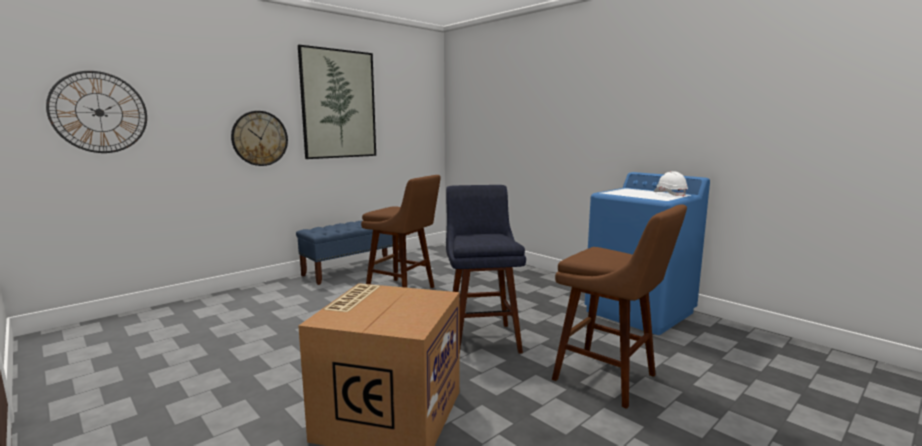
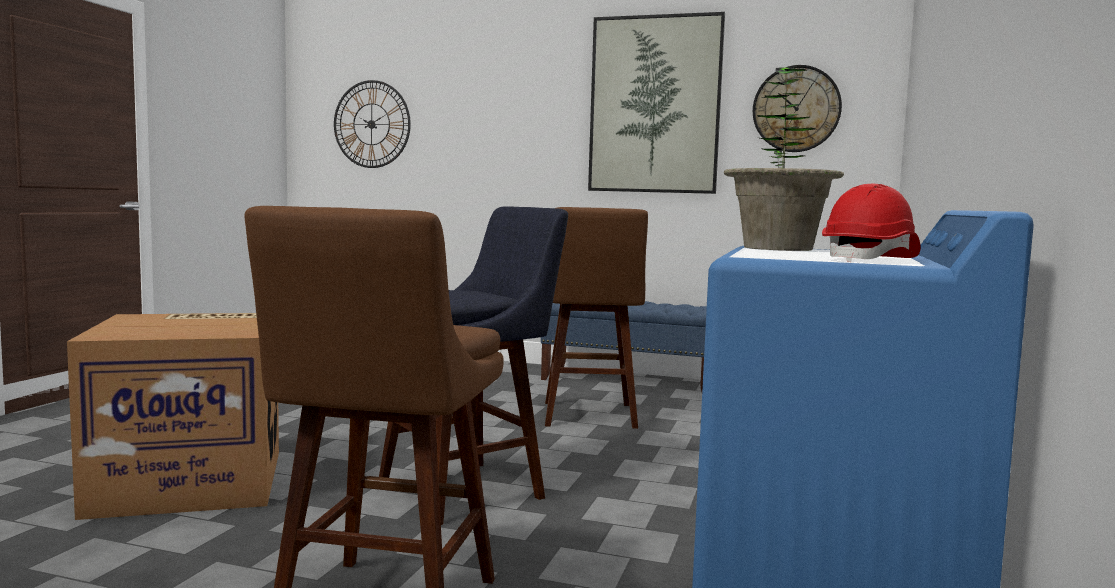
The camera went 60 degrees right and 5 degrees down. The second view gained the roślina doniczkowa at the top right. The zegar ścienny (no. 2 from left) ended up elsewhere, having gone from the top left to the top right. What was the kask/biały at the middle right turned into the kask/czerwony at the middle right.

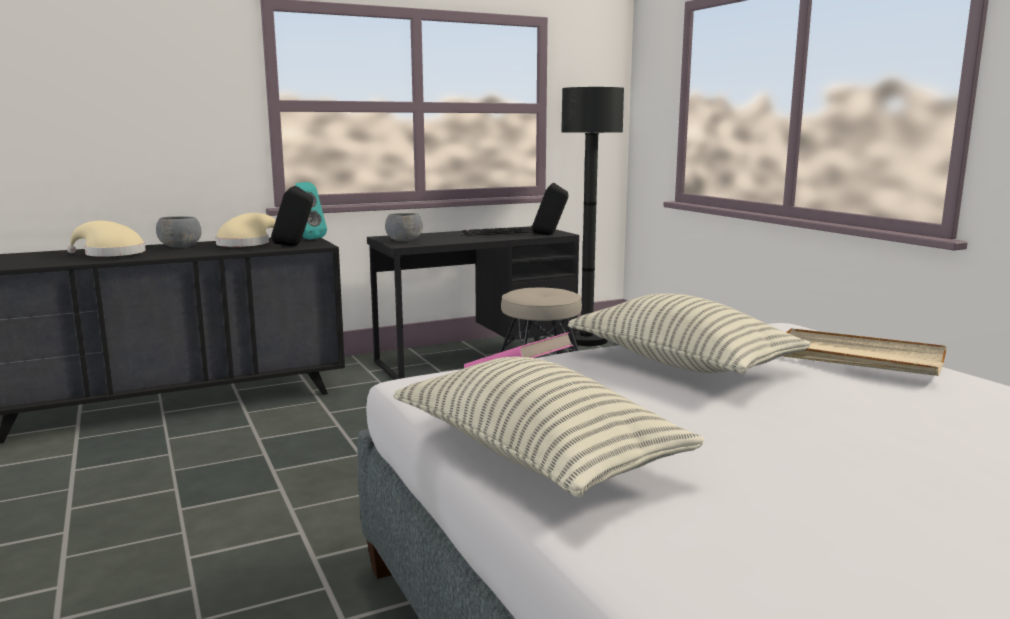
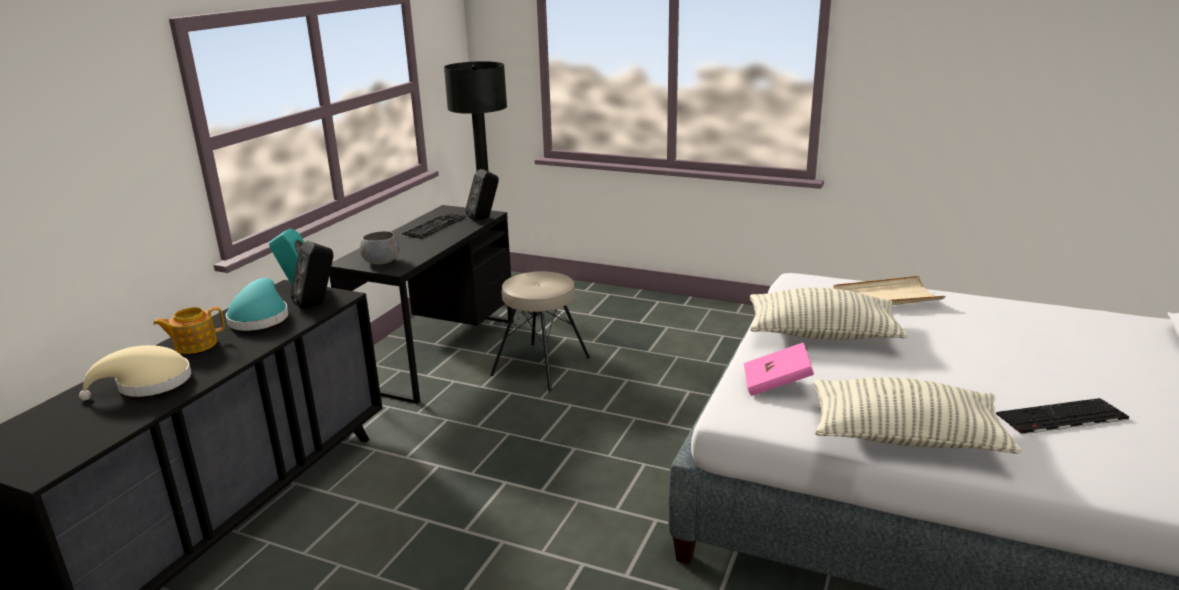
The camera went 40 degrees left and 10 degrees up. The second view gained the klawiatura (no. 2 from left) at the bottom right. Where the miska/szary (no. 1 from left) stood at the middle left, the imbryk came to stand at the middle left. What was the kapelusz/beżowy (no. 2 from left) at the middle left turned into the kapelusz/turkusowy at the middle left.

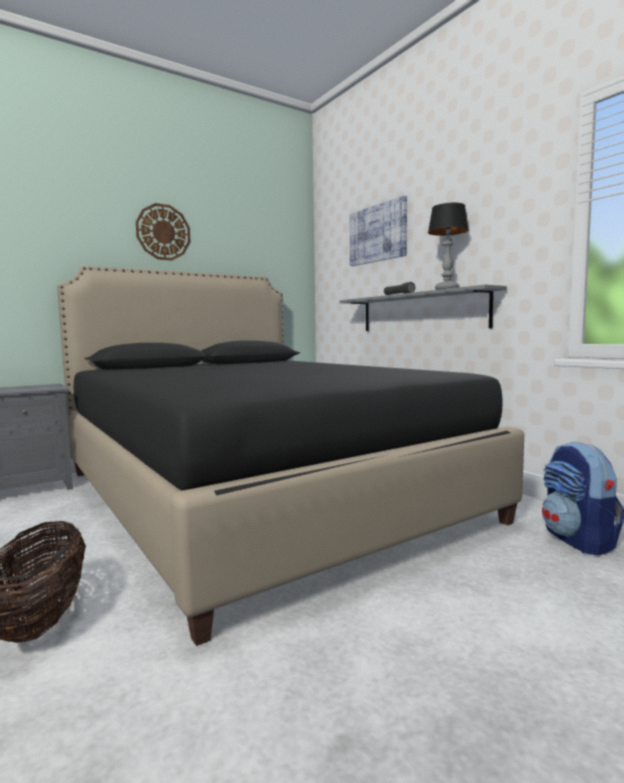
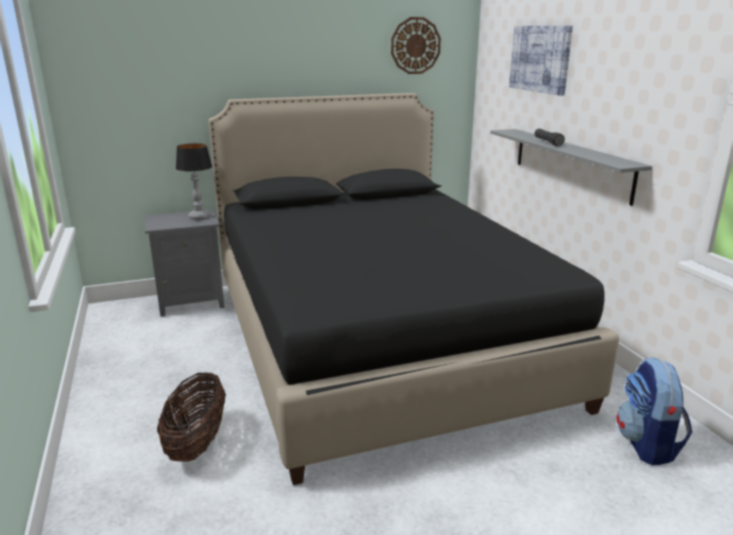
The camera went 15 degrees right and 15 degrees up. The zegar ścienny ended up elsewhere, having gone from the top left to the top centre. The lampa stołowa ended up elsewhere, having gone from the top right to the middle left.

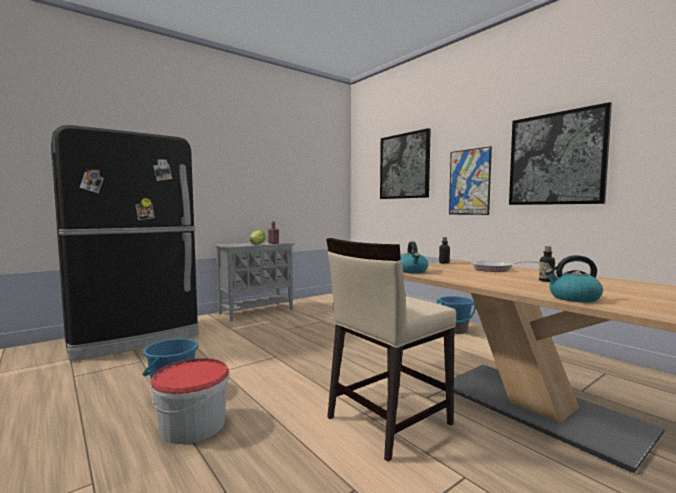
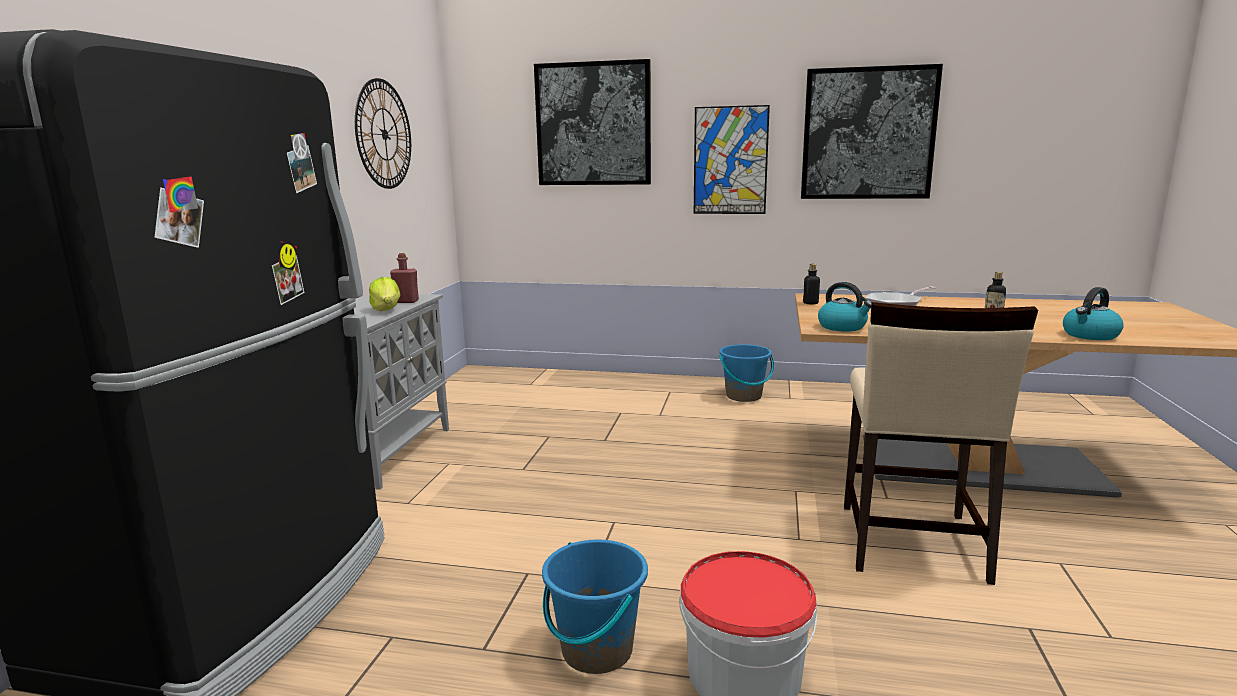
The camera went 40 degrees left and 10 degrees up. The second view gained the zegar ścienny at the top left.

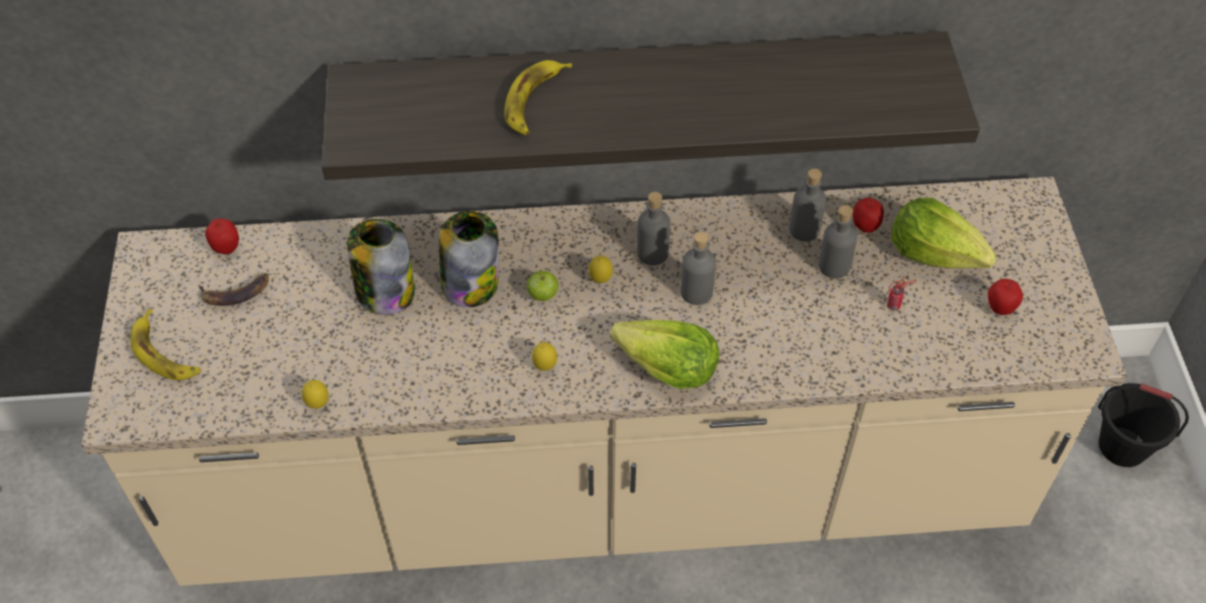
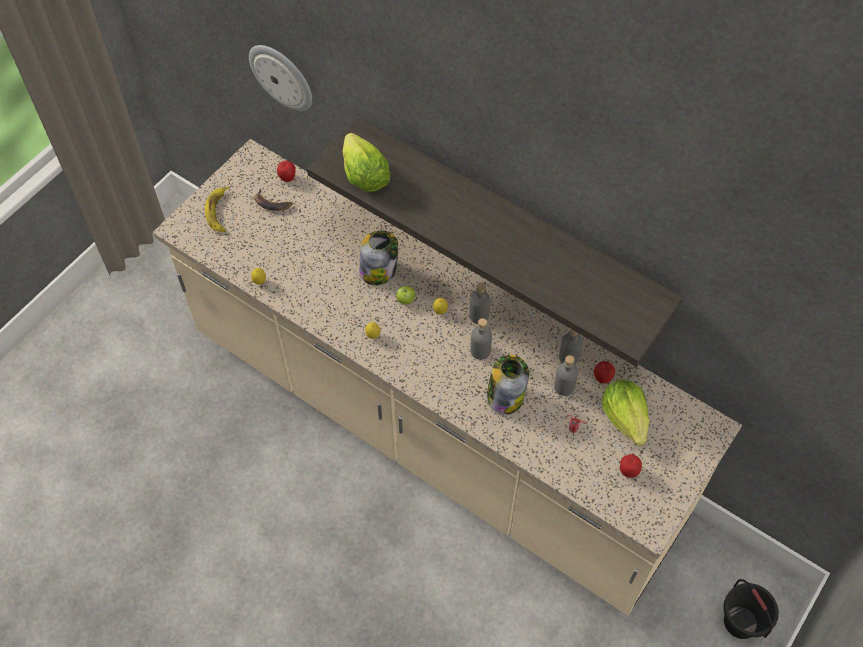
The camera went 40 degrees right and 5 degrees up. The second view lost the banan (no. 3 from left) at the top centre. The second view gained the zegar ścienny at the top left. The słoik (no. 1 from left in the first image) ended up elsewhere, having gone from the middle left to the centre. The sałata (no. 1 from left) ended up elsewhere, having gone from the centre to the top centre.

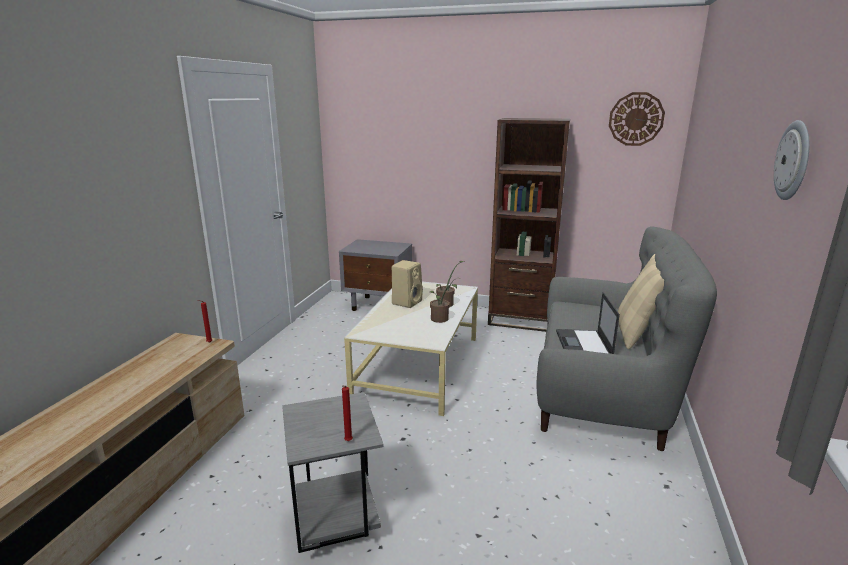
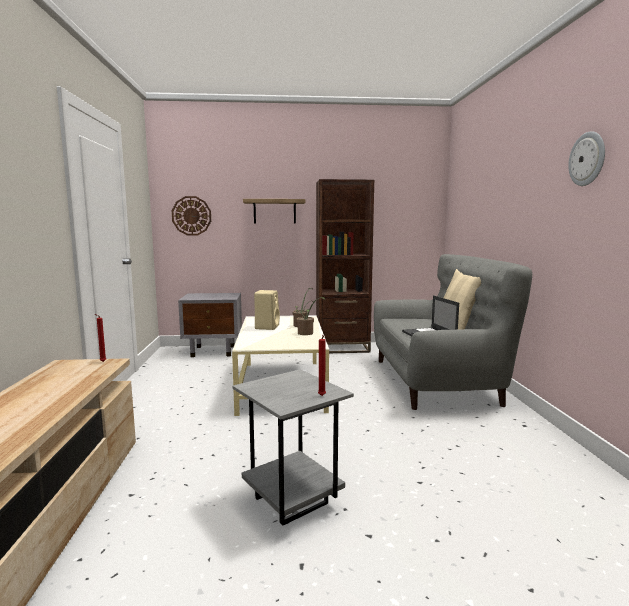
The camera went 20 degrees left and 10 degrees down. The second view gained the półka at the centre. The zegar ścienny (no. 1 from left) ended up elsewhere, having gone from the top right to the middle left.

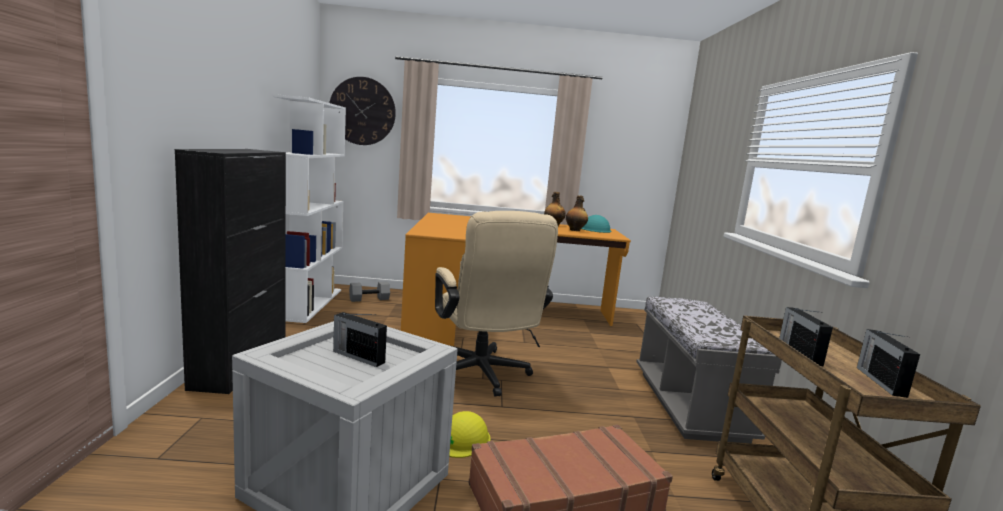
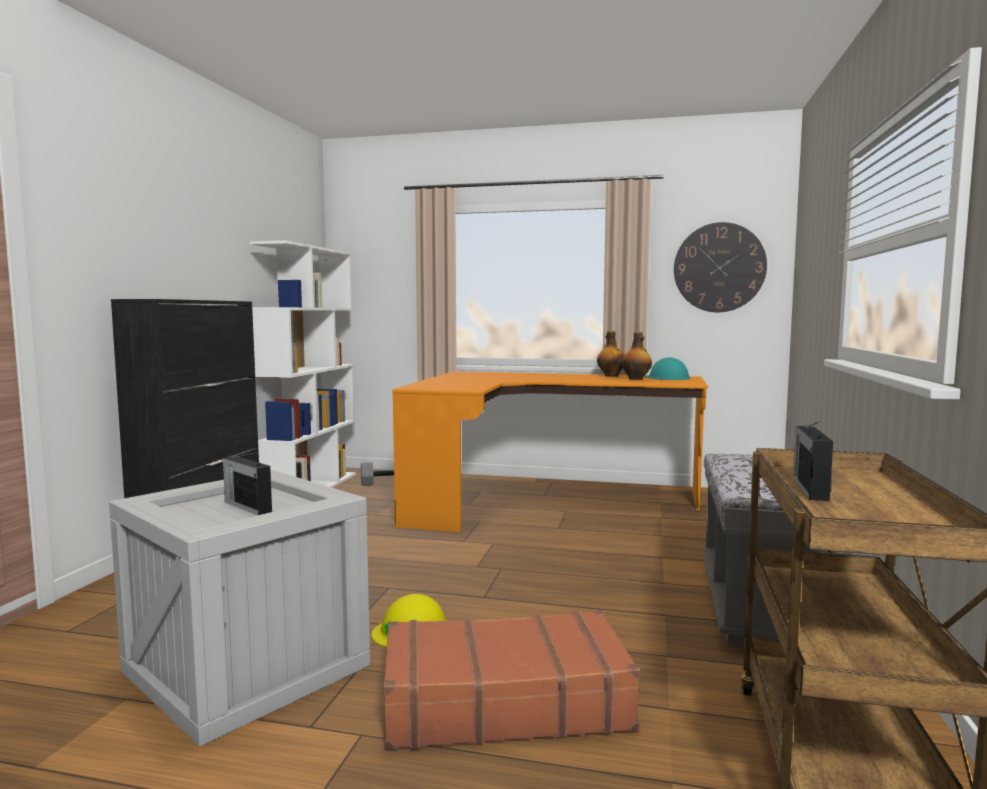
The camera went 15 degrees right and 5 degrees down. The second view lost the krzesło biurowe/beżowy at the centre. The second view lost the radio (no. 3 from left) at the bottom right. The zegar ścienny ended up elsewhere, having gone from the top centre to the middle right.

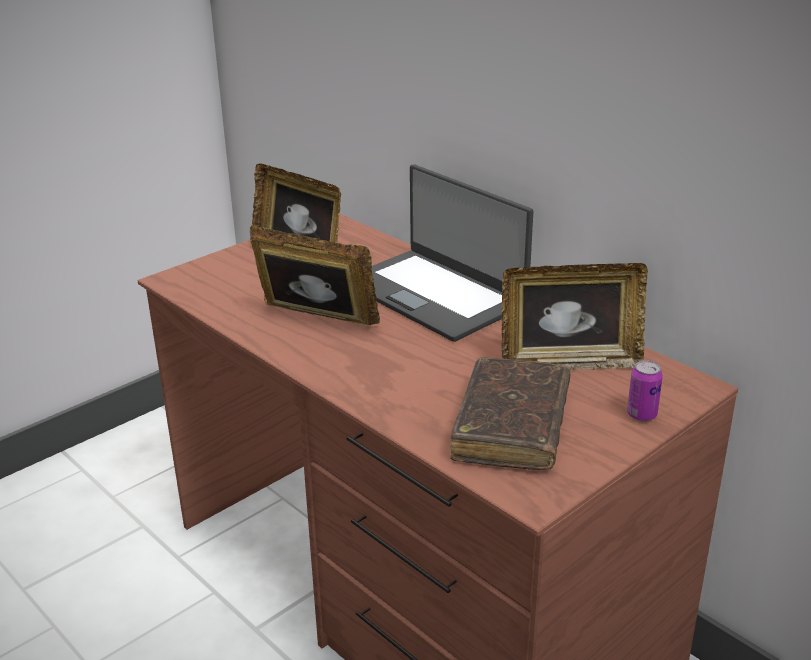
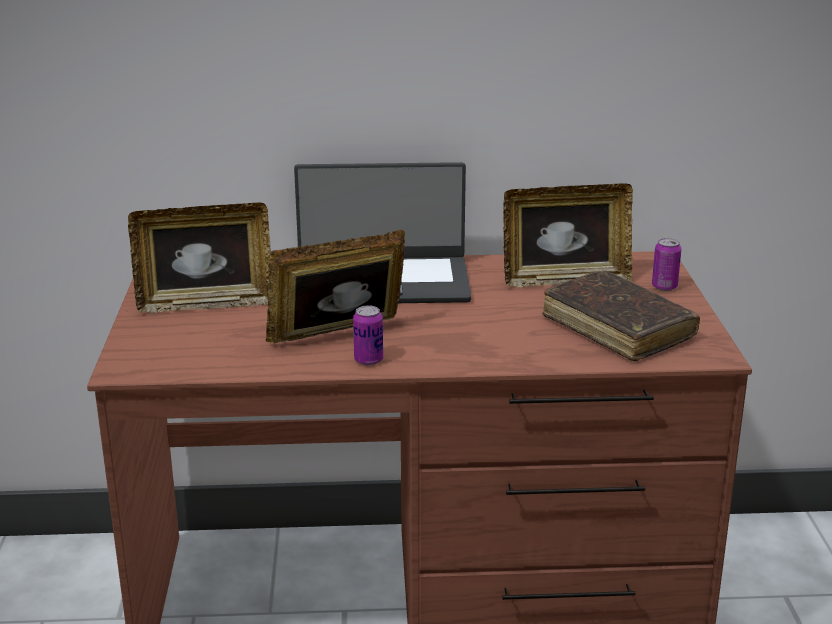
The camera went 50 degrees left and 5 degrees down. The second view gained the puszka (no. 1 from left) at the centre. The ramka na zdjęcie (no. 3 from left) at the middle right ended up facing another way, 45 degrees clockwise from before.

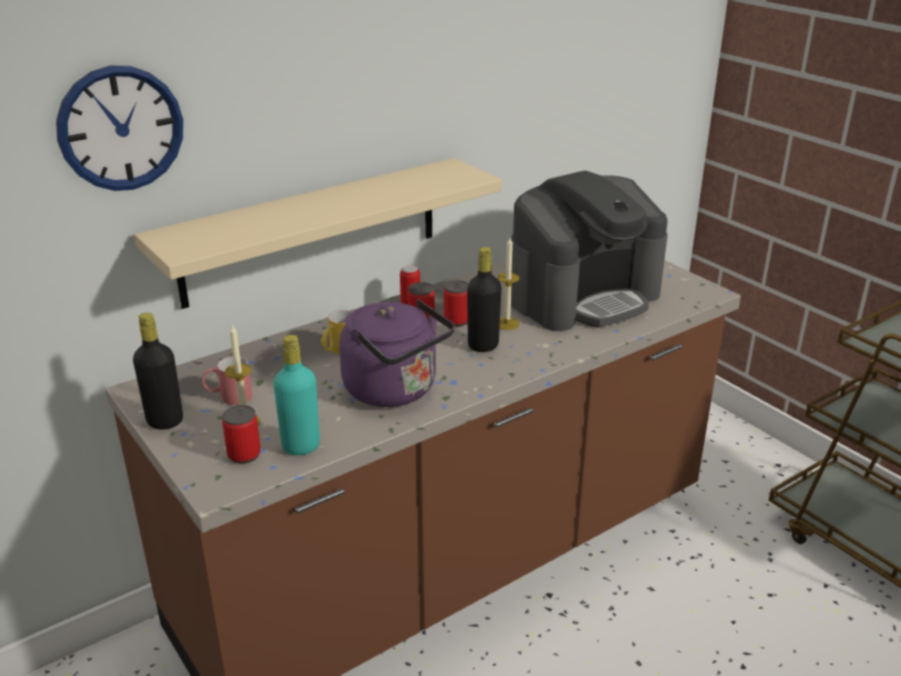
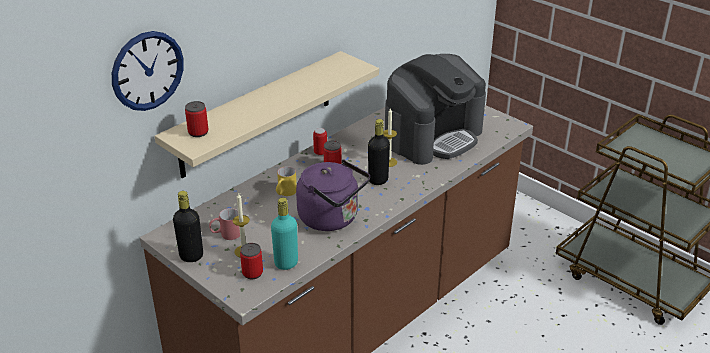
The camera went 10 degrees left and 5 degrees up. The puszka (no. 4 from left in the first image) ended up elsewhere, having gone from the centre to the middle left.

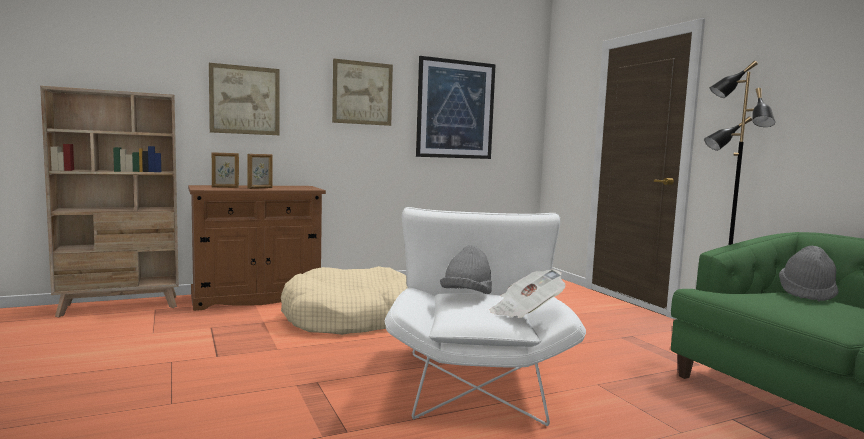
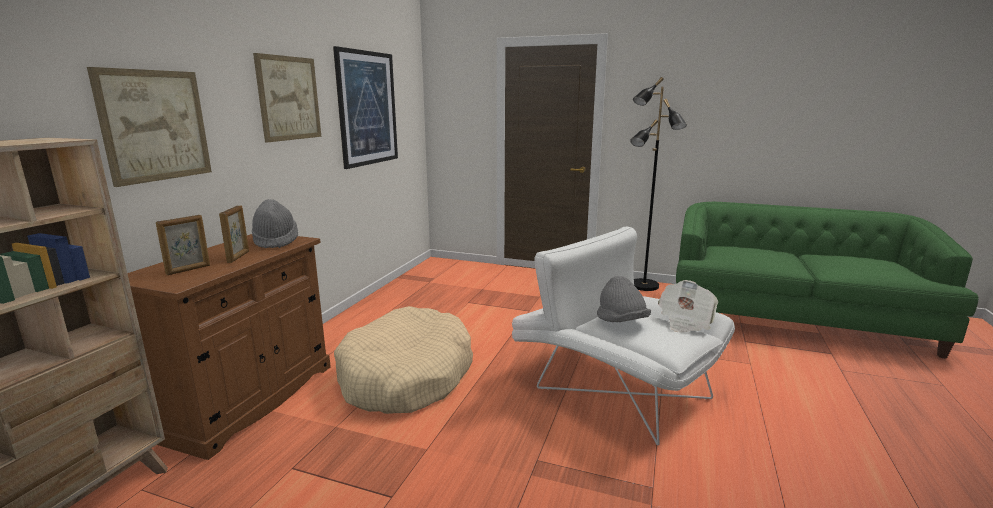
The camera went 45 degrees left and 10 degrees up. The kapelusz/szary (no. 2 from left in the first image) ended up elsewhere, having gone from the middle right to the middle left.

